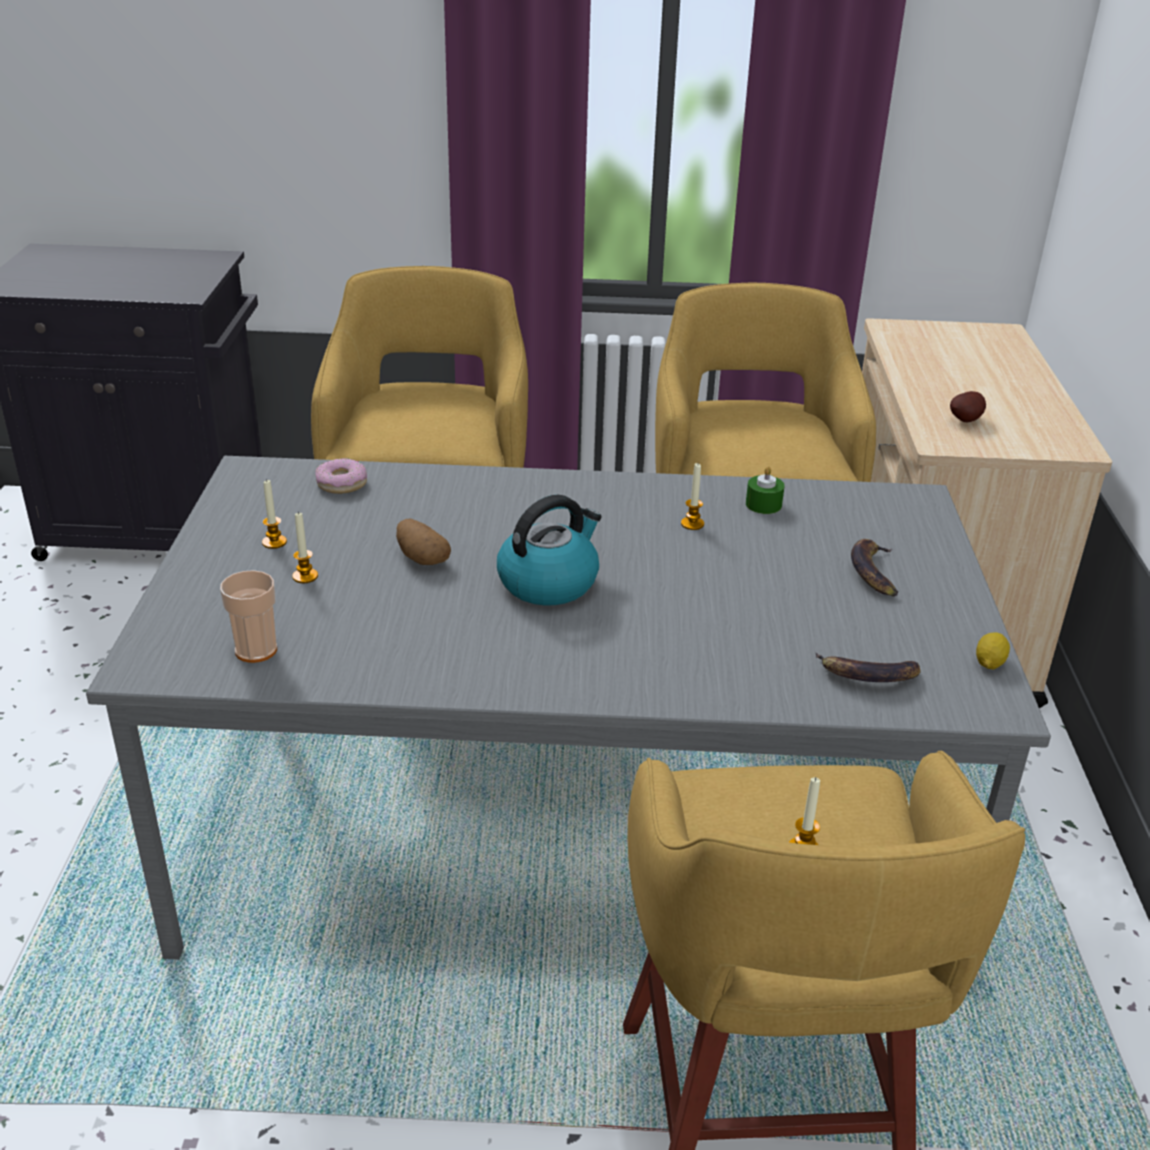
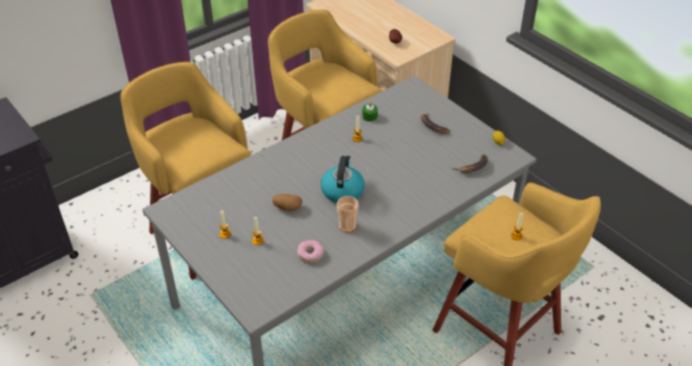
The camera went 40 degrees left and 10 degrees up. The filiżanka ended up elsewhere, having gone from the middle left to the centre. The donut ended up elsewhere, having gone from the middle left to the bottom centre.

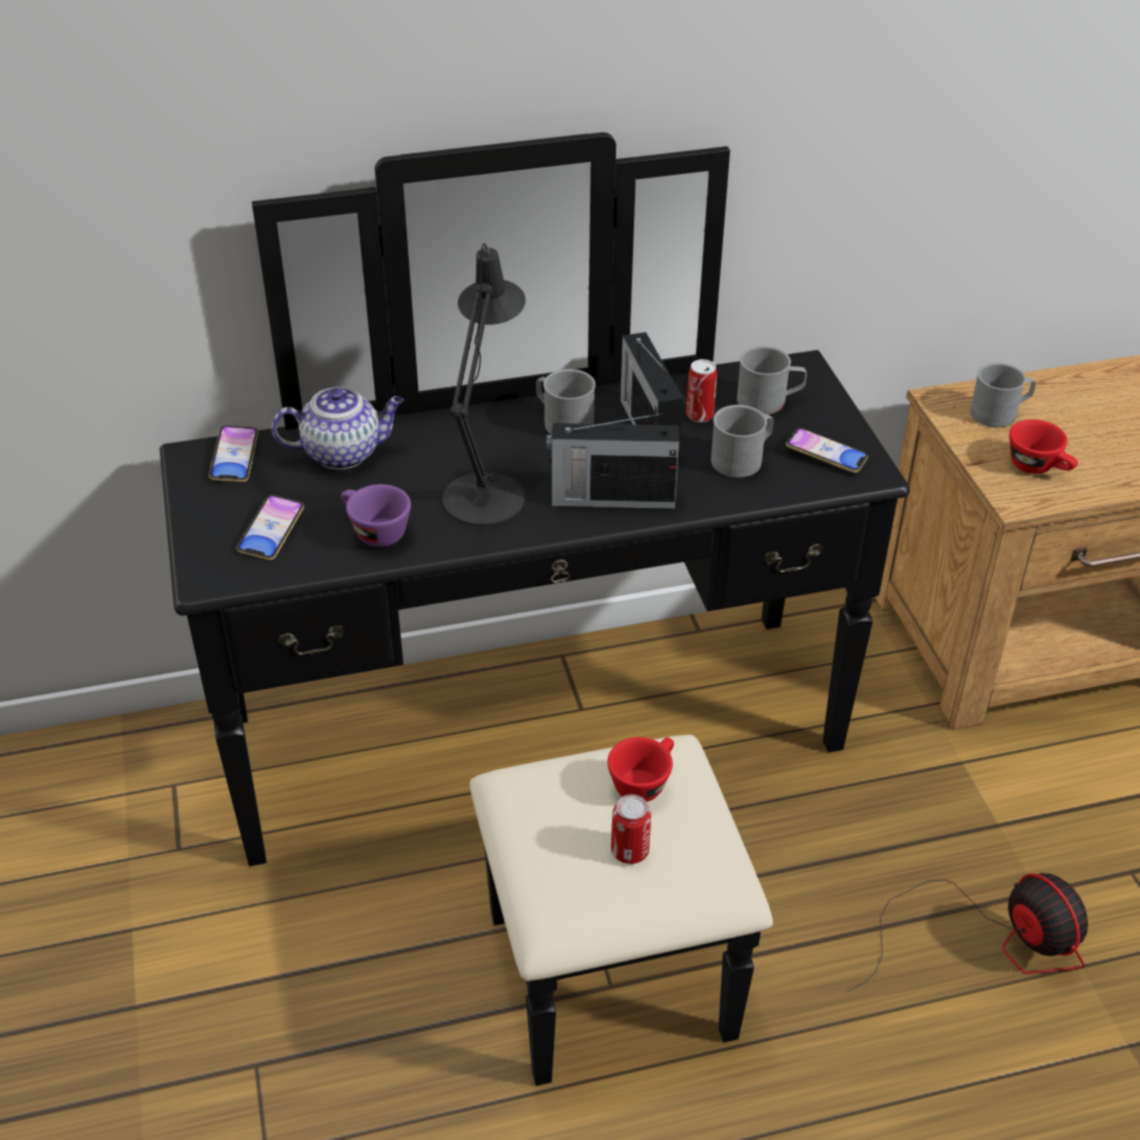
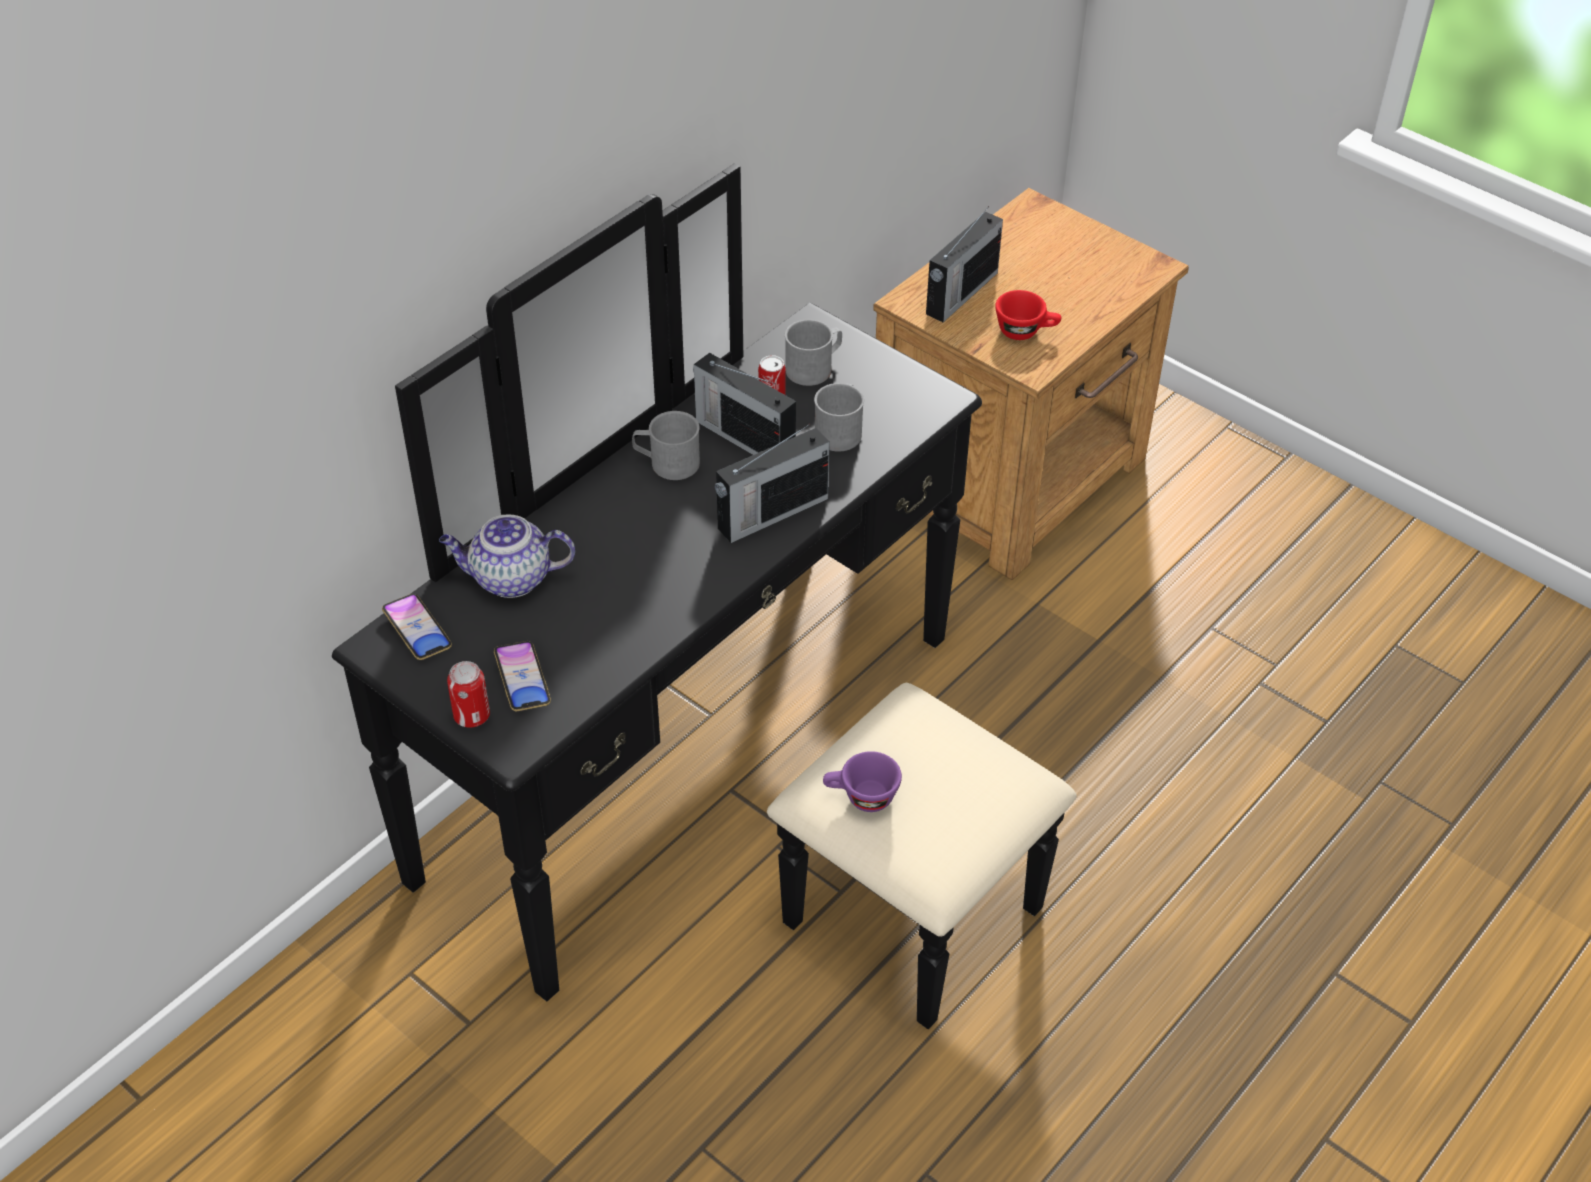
The camera went 35 degrees left and 5 degrees up. The second view lost the lampa stołowa/czarny at the centre. The second view lost the filiżanka/czerwony (no. 1 from left) at the bottom centre. The second view lost the telefon (no. 3 from left) at the middle right. The second view lost the wentylator at the bottom right. The filiżanka/fioletowy ended up elsewhere, having gone from the middle left to the centre. The puszka (no. 1 from left) ended up elsewhere, having gone from the bottom centre to the middle left. Where the kubek/szary (no. 4 from left) stood at the middle right, the radio (no. 3 from left) came to stand at the top centre. The imbryk at the middle left ended up facing another way, 135 degrees counterclockwise from before.

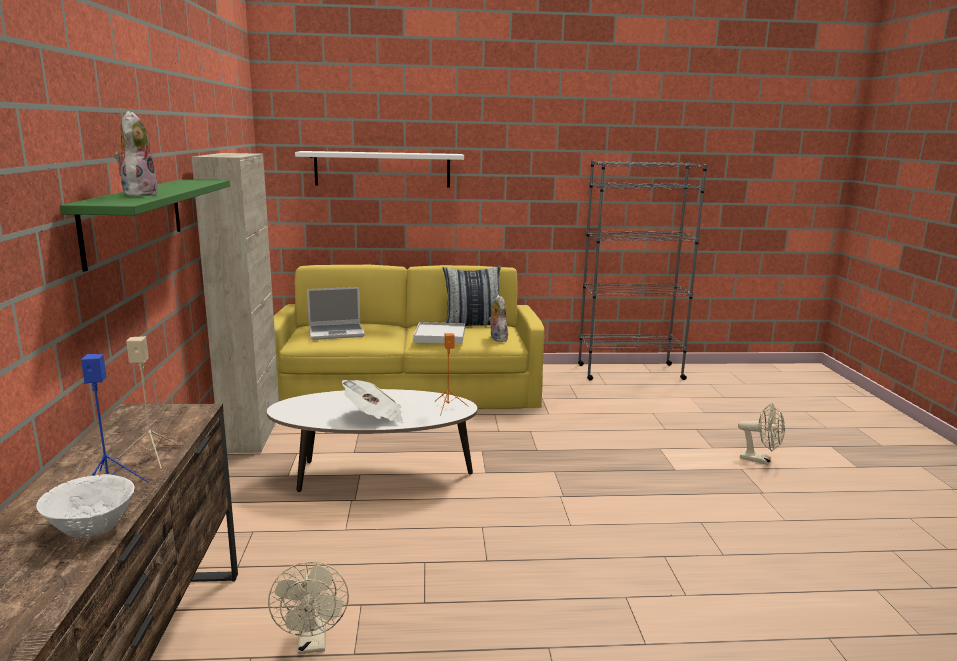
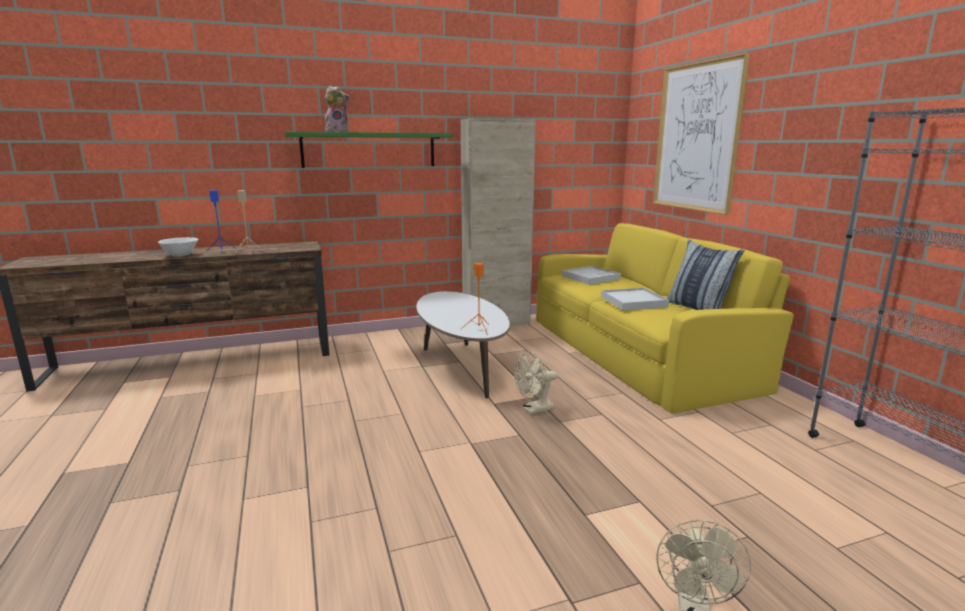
The camera went 75 degrees right and 0 degrees up. The second view lost the gazeta at the centre. The second view lost the pluszak (no. 2 from left) at the centre. The wentylator/beżowy (no. 1 from left) ended up elsewhere, having gone from the bottom left to the centre. Where the półka/biały hung at the top centre, the obraz came to hang at the top right. Where the laptop stood at the centre, the taca/biały (no. 1 from left) came to stand at the centre.

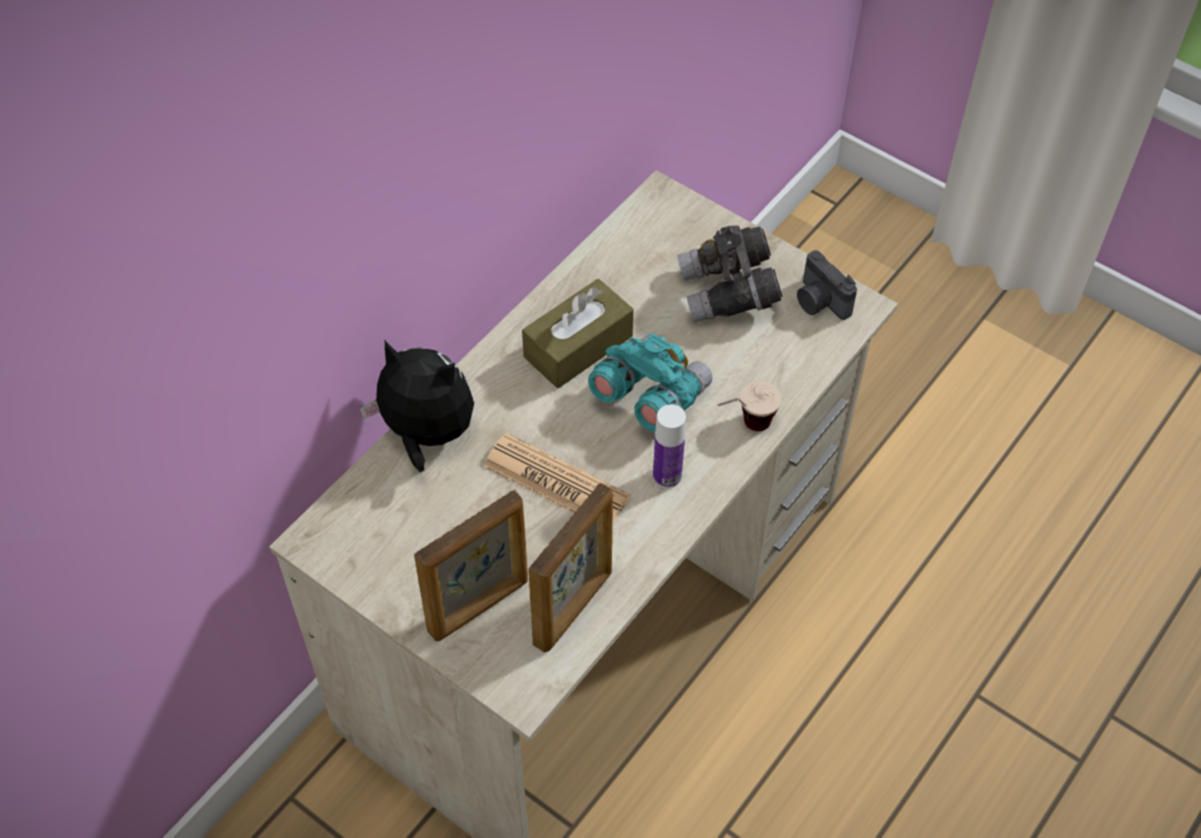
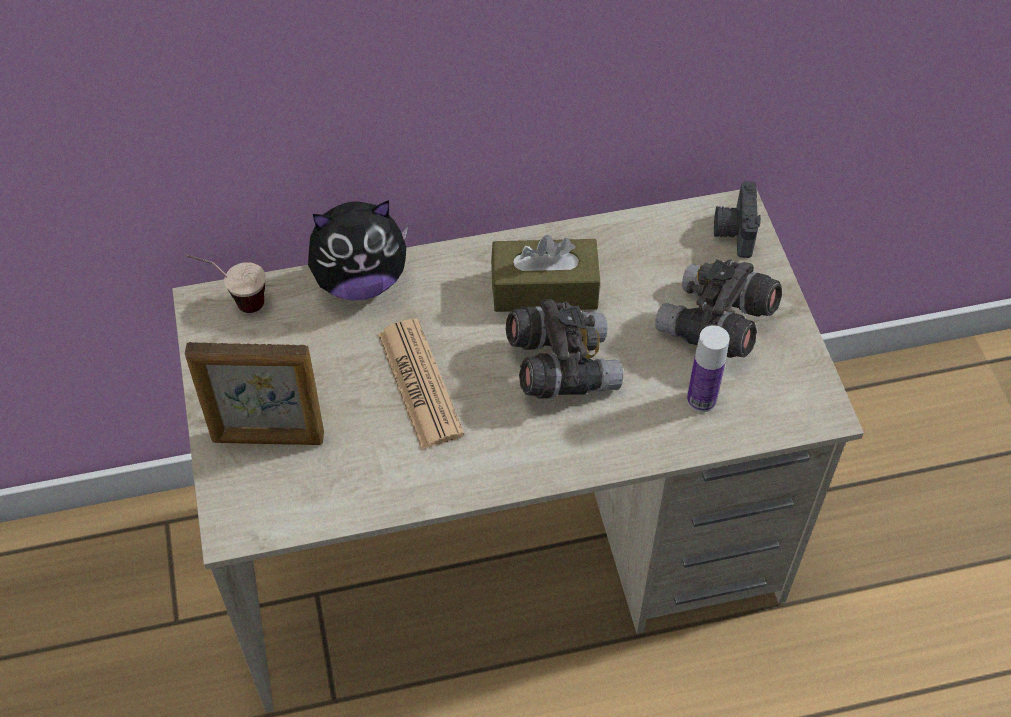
The camera went 40 degrees right and 0 degrees up. The second view lost the ramka na zdjęcie (no. 2 from left) at the bottom centre. The butelka ended up elsewhere, having gone from the centre to the middle right. The filiżanka ended up elsewhere, having gone from the centre to the middle left. The aparat fotograficzny ended up elsewhere, having gone from the middle right to the top right. What was the lornetka/turkusowy at the centre turned into the lornetka/szary (no. 1 from left) at the centre. The pluszak at the centre ended up facing another way, 105 degrees clockwise from before.

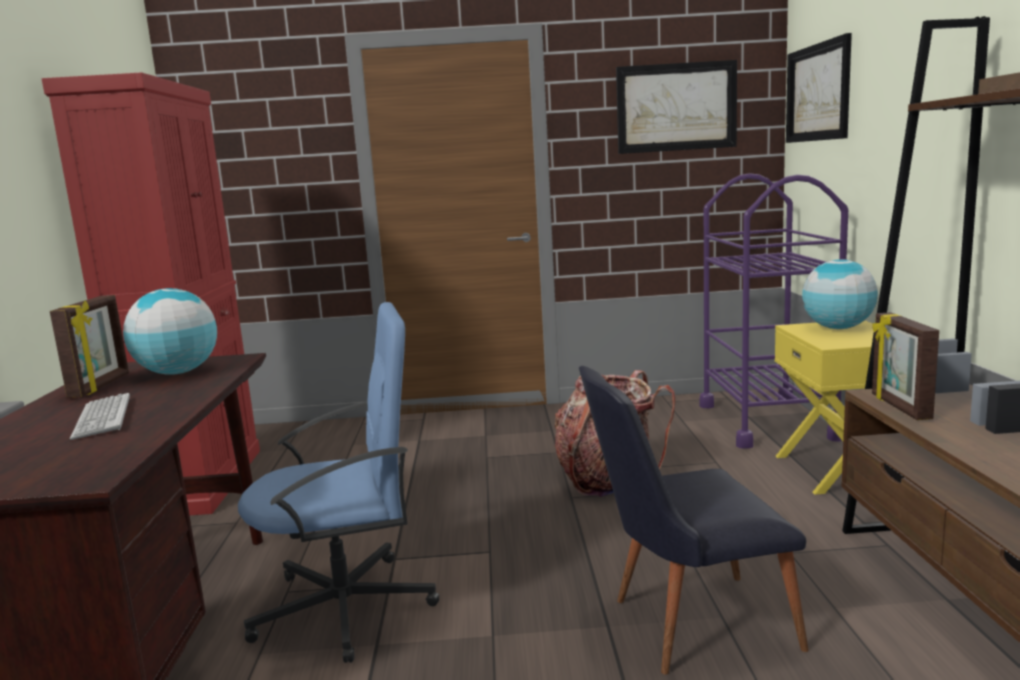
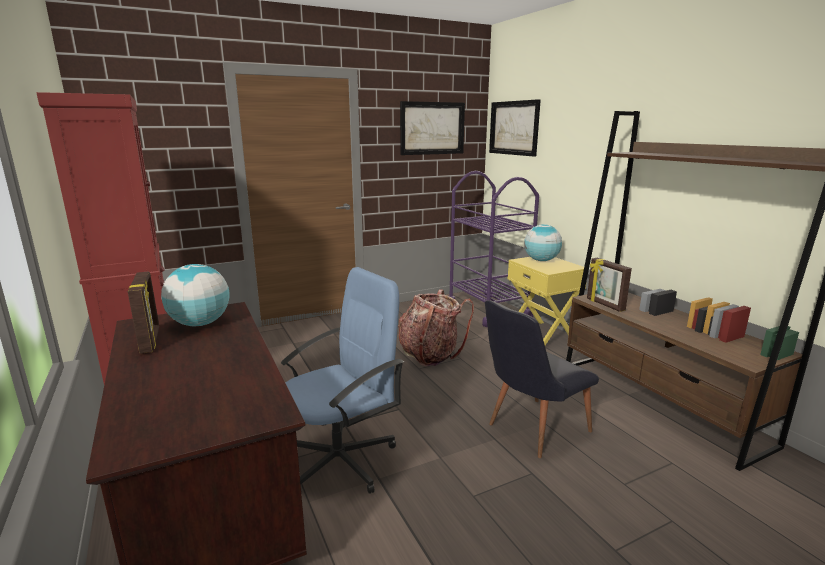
The camera went 25 degrees left and 5 degrees up. The second view lost the klawiatura at the middle left.

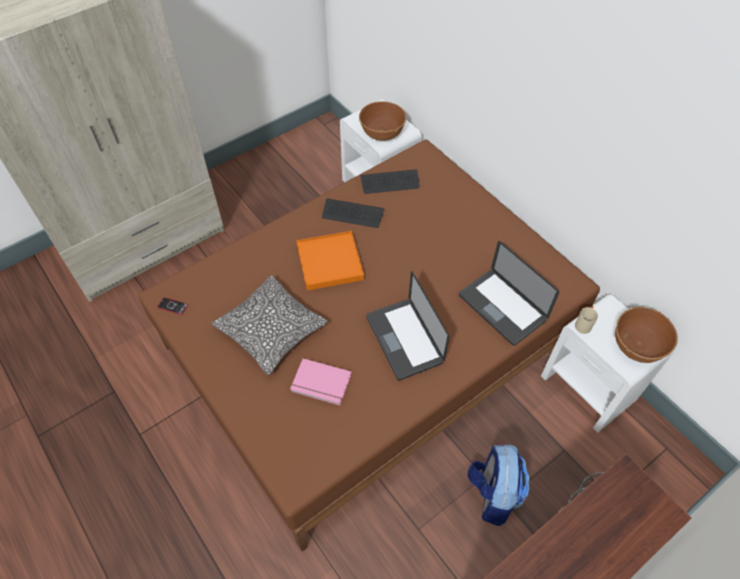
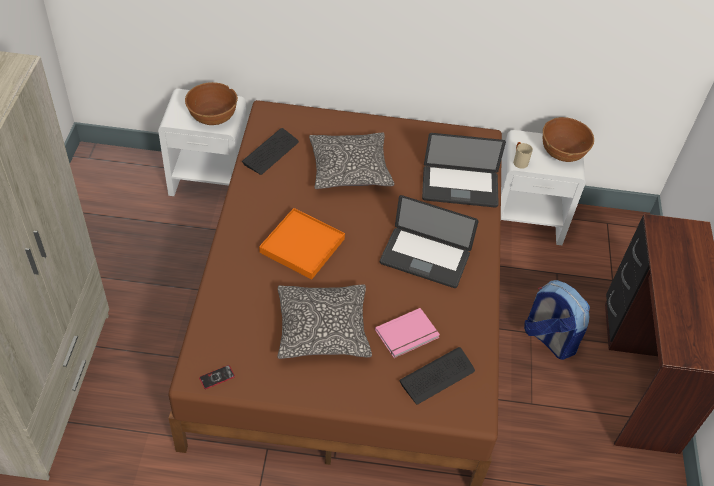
The camera went 50 degrees left and 5 degrees down. The second view gained the poduszka (no. 2 from left) at the top centre. The klawiatura (no. 1 from left in the first image) ended up elsewhere, having gone from the centre to the bottom centre.

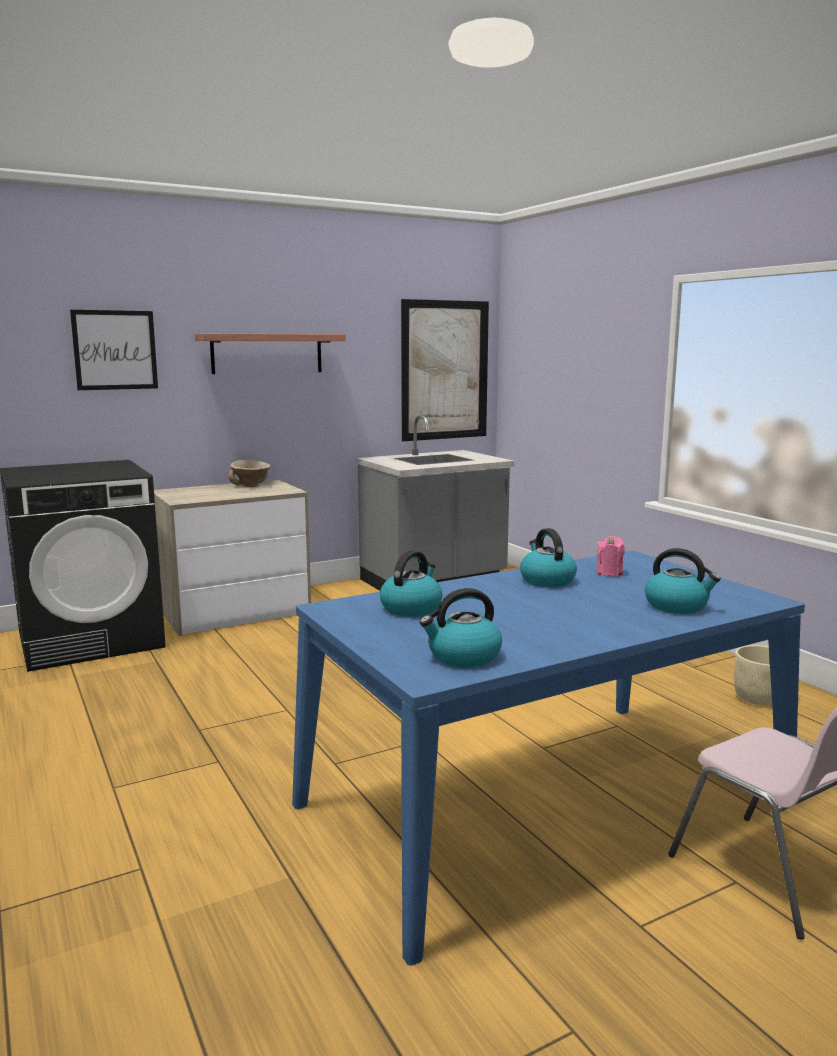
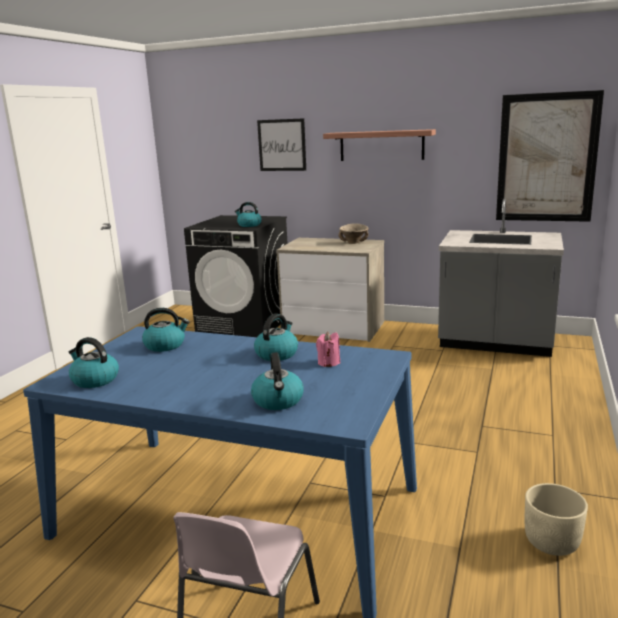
The camera went 50 degrees right and 5 degrees up. The second view gained the czajnik (no. 3 from left) at the centre.

